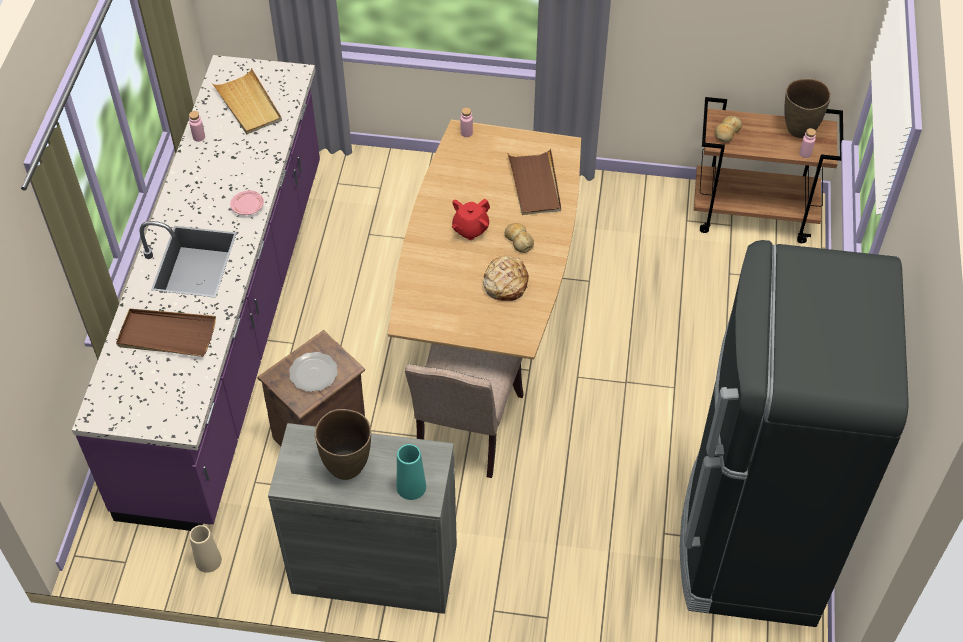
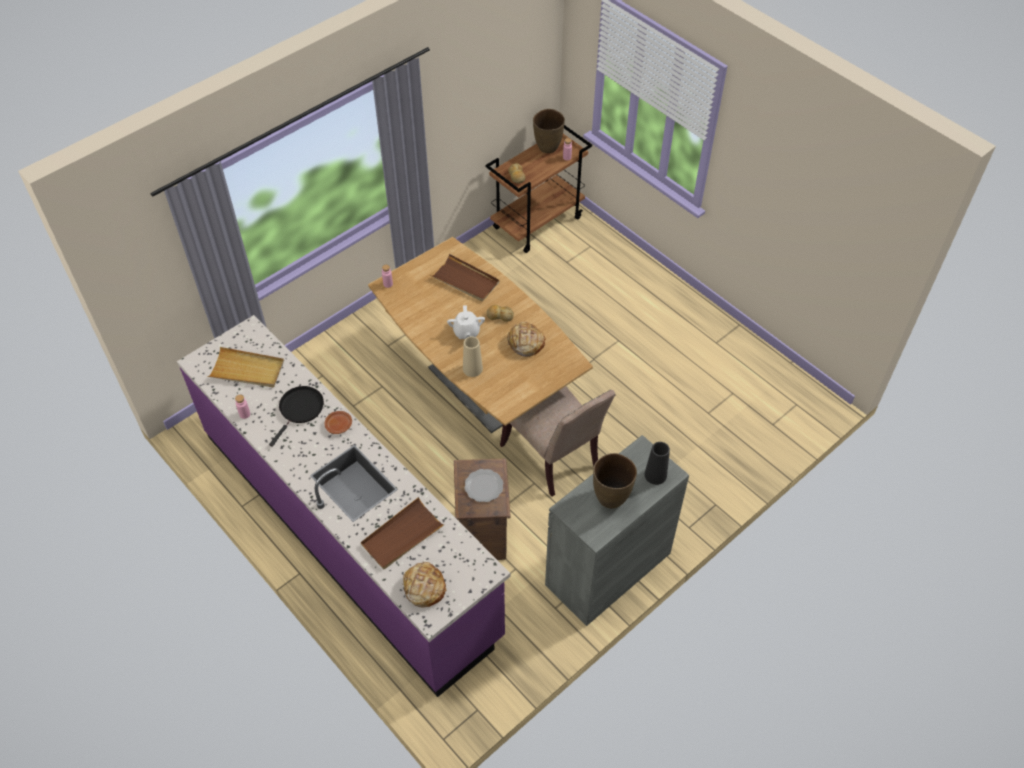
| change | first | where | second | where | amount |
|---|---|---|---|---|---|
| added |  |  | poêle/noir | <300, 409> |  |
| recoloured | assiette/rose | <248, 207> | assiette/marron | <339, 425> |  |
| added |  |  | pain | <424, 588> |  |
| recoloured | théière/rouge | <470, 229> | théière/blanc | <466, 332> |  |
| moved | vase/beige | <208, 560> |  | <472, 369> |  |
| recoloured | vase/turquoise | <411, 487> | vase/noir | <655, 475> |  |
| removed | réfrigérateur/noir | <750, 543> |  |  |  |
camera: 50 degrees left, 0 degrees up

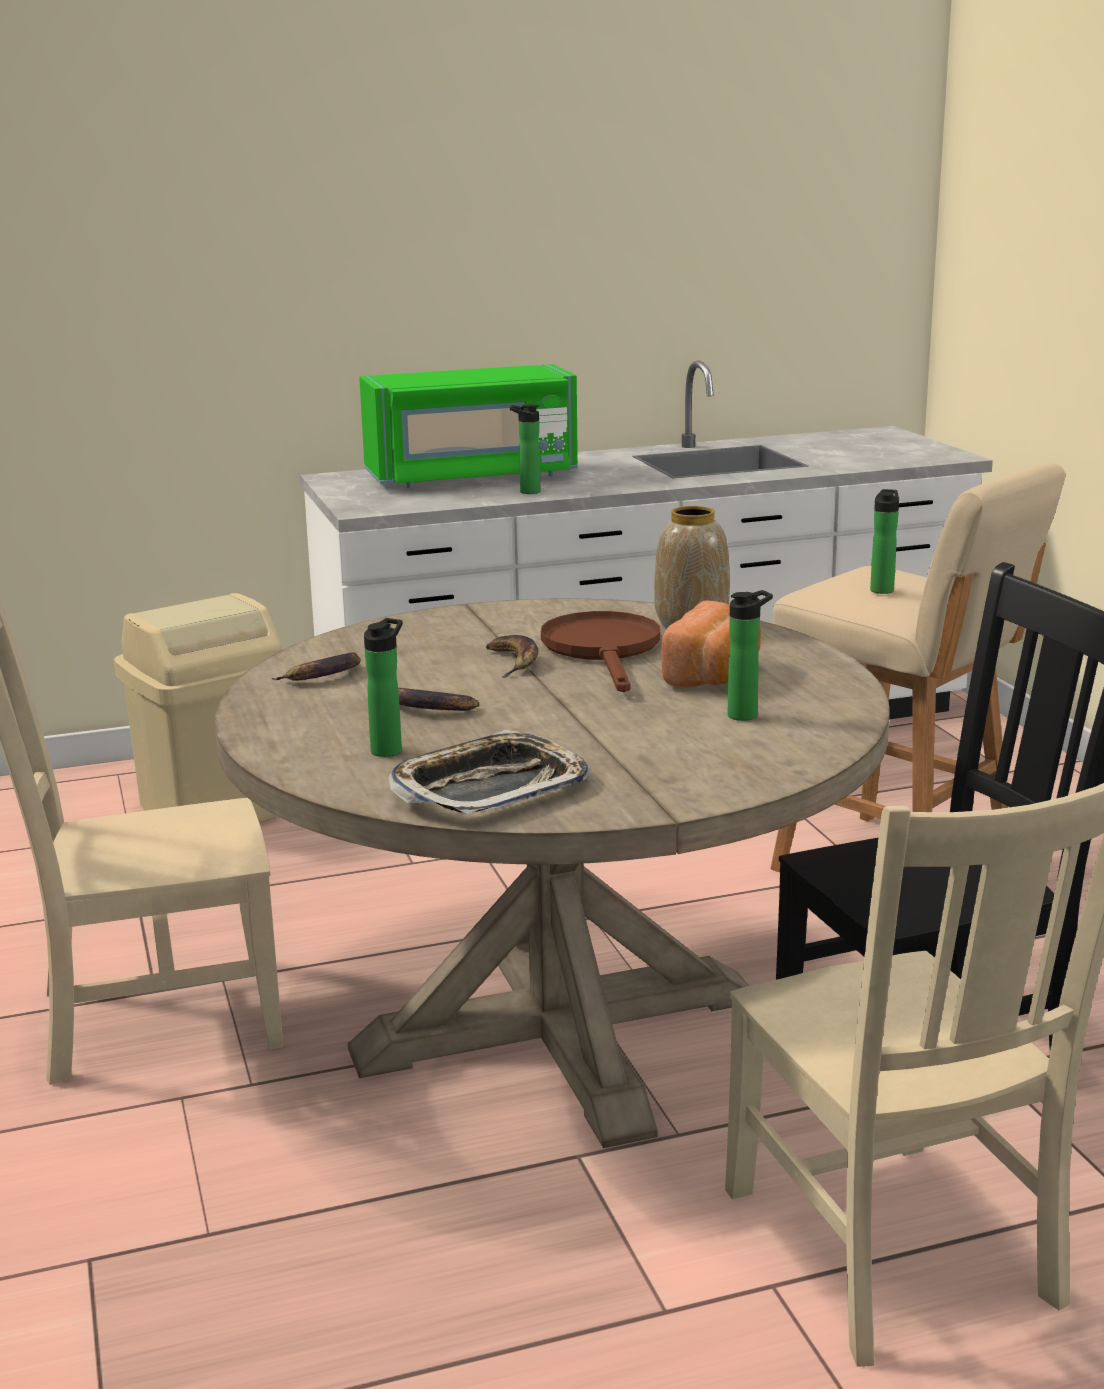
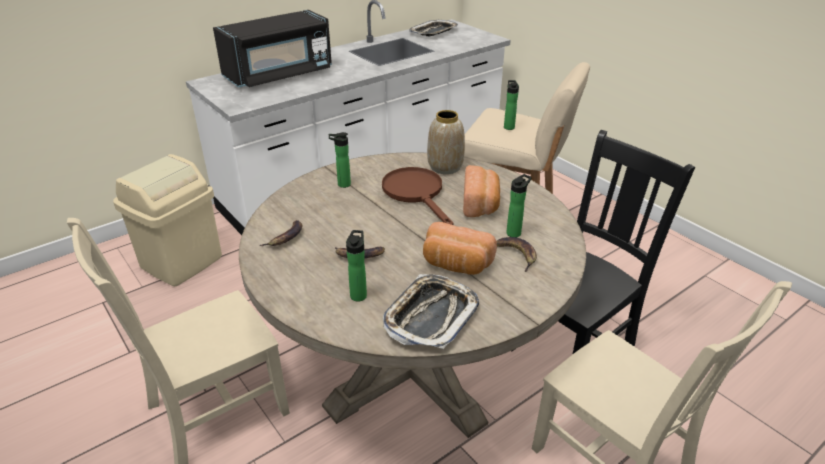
| change | first | where | second | where | amount |
|---|---|---|---|---|---|
| recoloured | micro-ondes/vert | <472, 477> | micro-ondes/noir | <279, 75> |  |
| moved | bouteille | <526, 492> |  | <342, 184> |  |
| added |  |  | plateau | <434, 32> |  |
| added |  |  | pain | <456, 265> |  |
| moved | banane | <513, 662> |  | <516, 255> |  |
camera: 20 degrees left, 15 degrees up

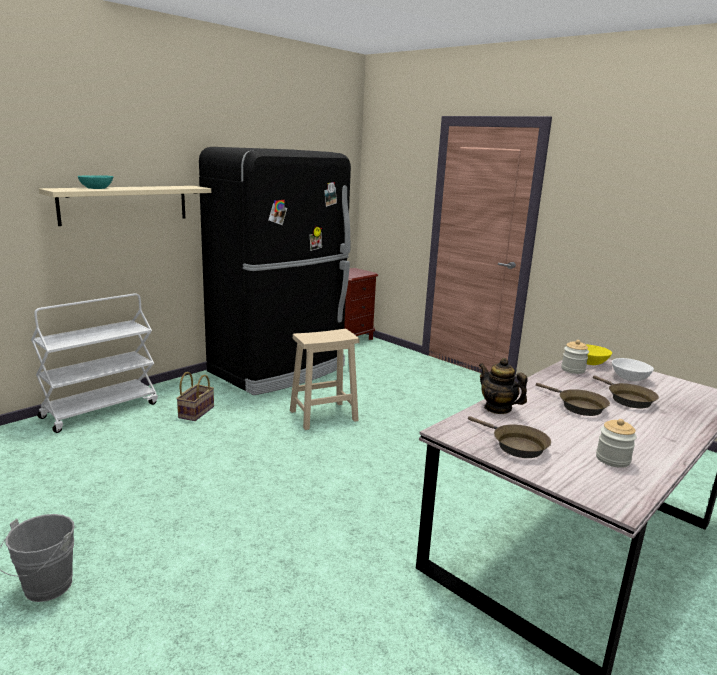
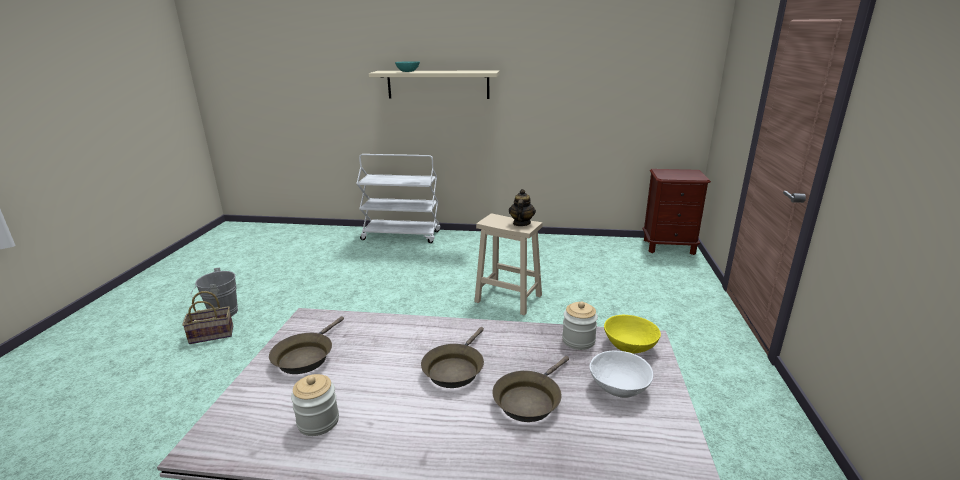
| change | first | where | second | where | amount |
|---|---|---|---|---|---|
| moved | panier | <196, 411> |  | <213, 334> |  |
| moved | théière | <498, 408> |  | <521, 223> |  |
| removed | réfrigérateur/noir | <279, 369> |  |  |  |
camera: 55 degrees right, 5 degrees up

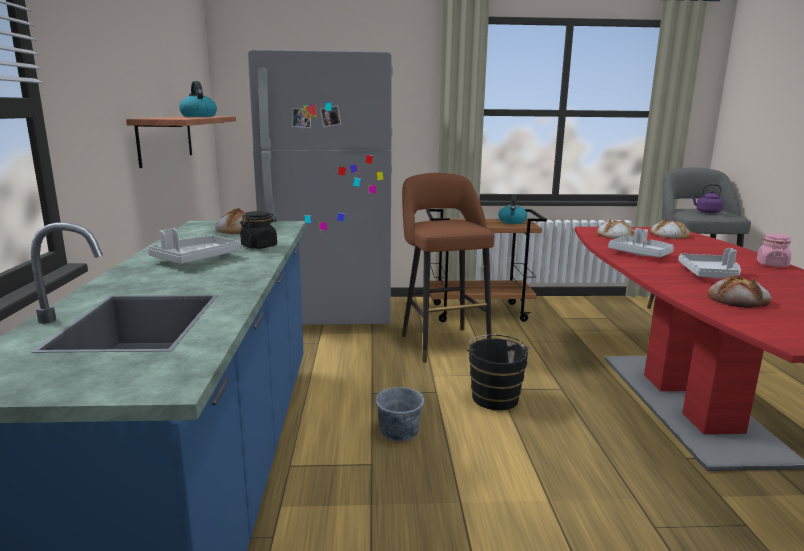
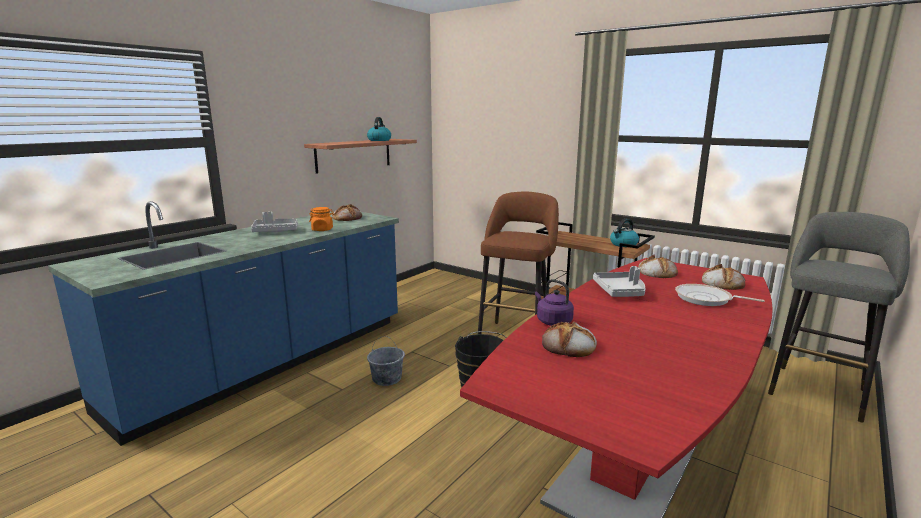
| change | first | where | second | where | amount |
|---|---|---|---|---|---|
| recoloured | bocal/noir | <259, 246> | bocal/orange | <322, 229> |  |
| moved | bouilloire/violet | <706, 212> |  | <552, 321> |  |
| added |  |  | poêle | <706, 299> |  |
| removed | réfrigérateur/gris | <331, 313> |  |  |  |
| removed | plateau/gris | <710, 275> |  |  |  |
| removed | bocal/rose | <772, 264> |  |  |  |
camera: 40 degrees right, 0 degrees up

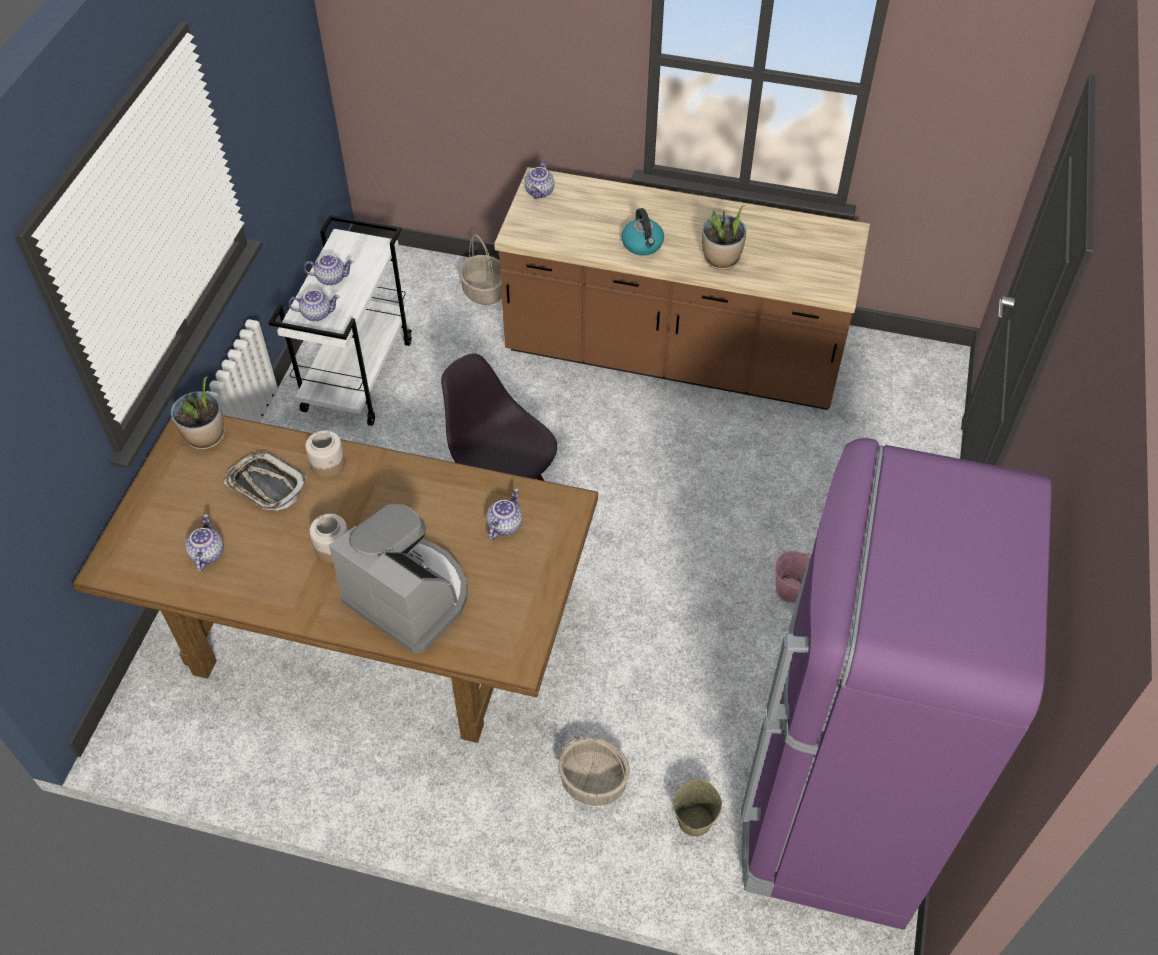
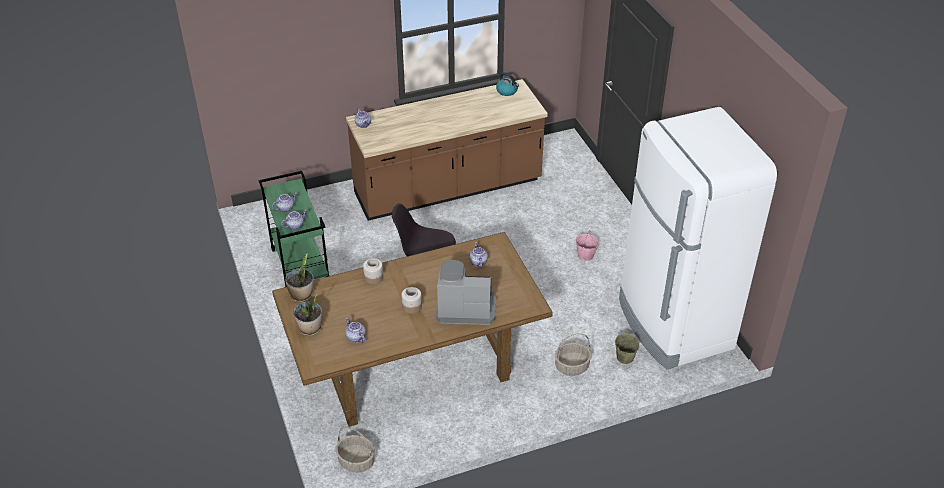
| change | first | where | second | where | amount |
|---|---|---|---|---|---|
| recoloured | chariot/blanc | <357, 375> | chariot/vert | <299, 266> |  |
| moved | plante en pot | <721, 260> |  | <310, 328> |  |
| moved | panier | <484, 291> |  | <356, 461> |  |
| moved | bouilloire | <643, 245> |  | <507, 91> |  |
| recoloured | réfrigérateur/violet | <832, 811> | réfrigérateur/blanc | <673, 325> |  |
| removed | plateau | <266, 485> |  |  |  |
camera: 35 degrees left, 10 degrees down

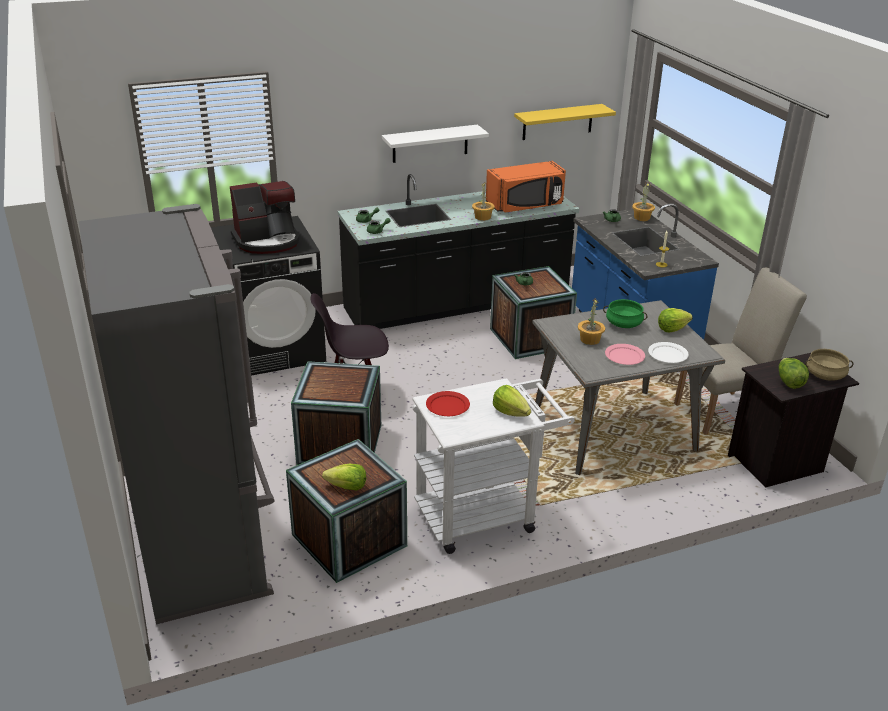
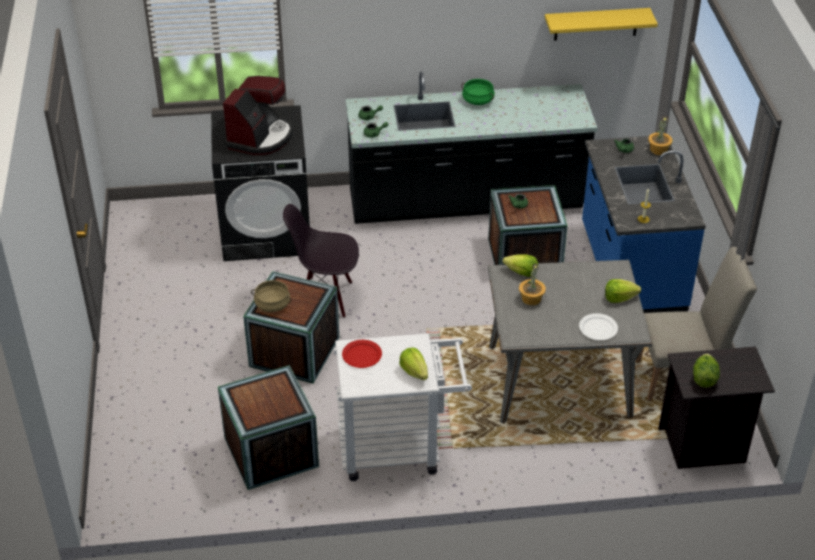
| change | first | where | second | where | amount |
|---|---|---|---|---|---|
| turned | machine à café | <267, 241> |  | <260, 137> | 60 degrees counterclockwise |
| moved | marmite/beige | <825, 375> |  | <272, 305> |  |
| moved | marmite/vert | <623, 324> |  | <477, 100> |  |
| moved | laitue | <347, 487> |  | <521, 272> |  |
| removed | réfrigérateur/gris | <205, 547> |  |  |  |
| removed | étagère/blanc | <430, 143> |  |  |  |
| removed | plante en pot | <483, 217> |  |  |  |
| removed | micro-ondes/orange | <525, 205> |  |  |  |
| removed | assiette/rose | <624, 356> |  |  |  |
camera: 15 degrees right, 10 degrees up

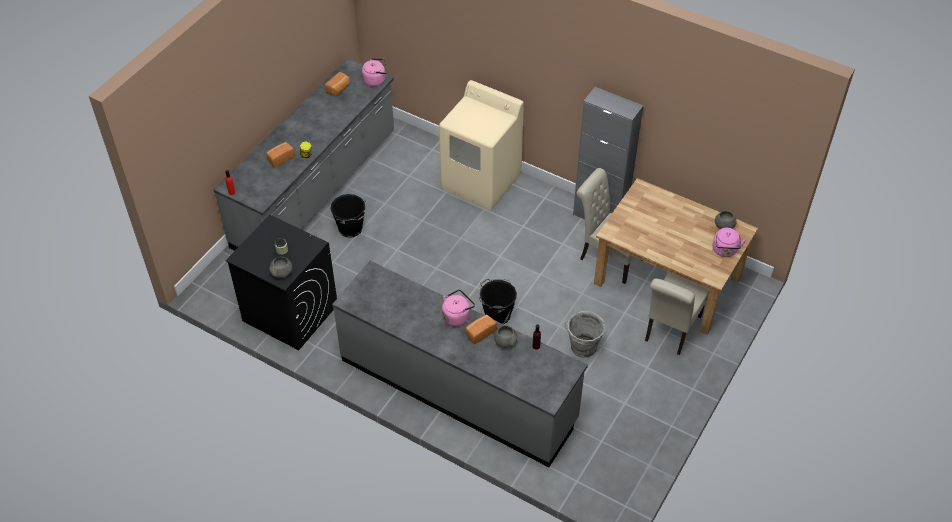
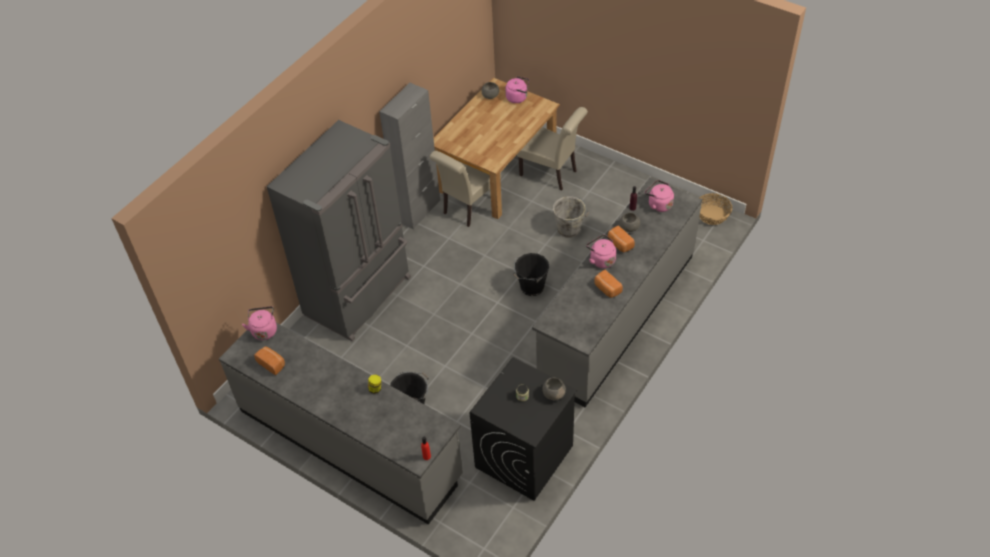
| change | first | where | second | where | amount |
|---|---|---|---|---|---|
| replaced | lave-linge/beige | <481, 182> | réfrigérateur/gris | <360, 296> |  |
| moved | pain | <280, 158> |  | <607, 289> |  |
| added |  |  | bouilloire/rose | <658, 204> |  |
| added |  |  | panier | <712, 215> |  |
camera: 85 degrees left, 0 degrees up

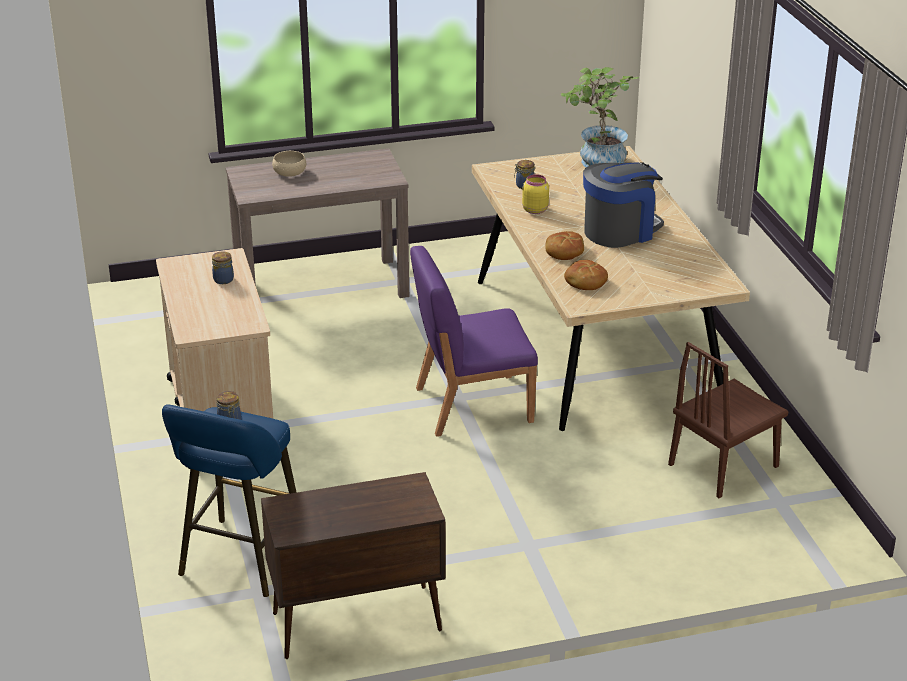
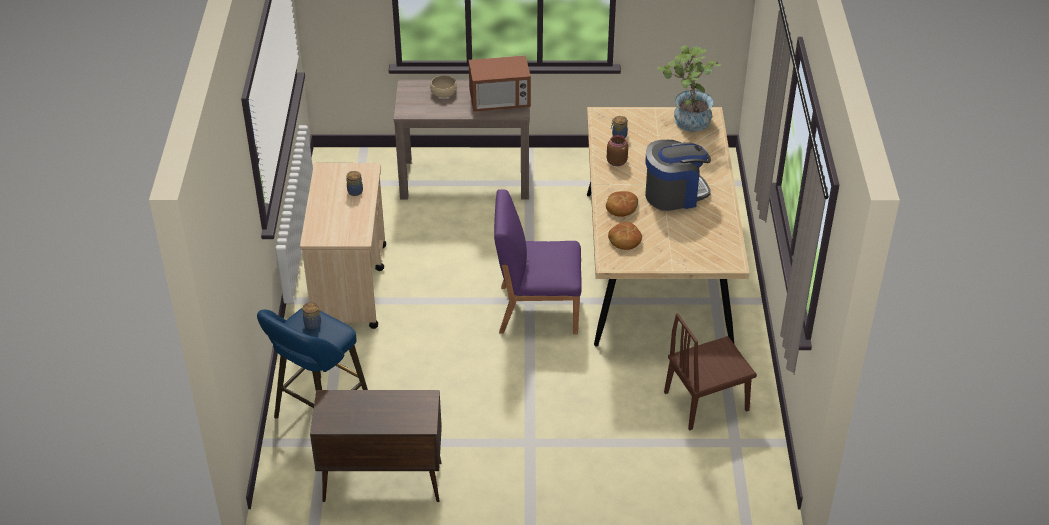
| change | first | where | second | where | amount |
|---|---|---|---|---|---|
| added |  |  | micro-ondes | <499, 101> |  |
| recoloured | bocal/jaune | <534, 210> | bocal/marron | <616, 161> |  |
camera: 15 degrees right, 10 degrees up

